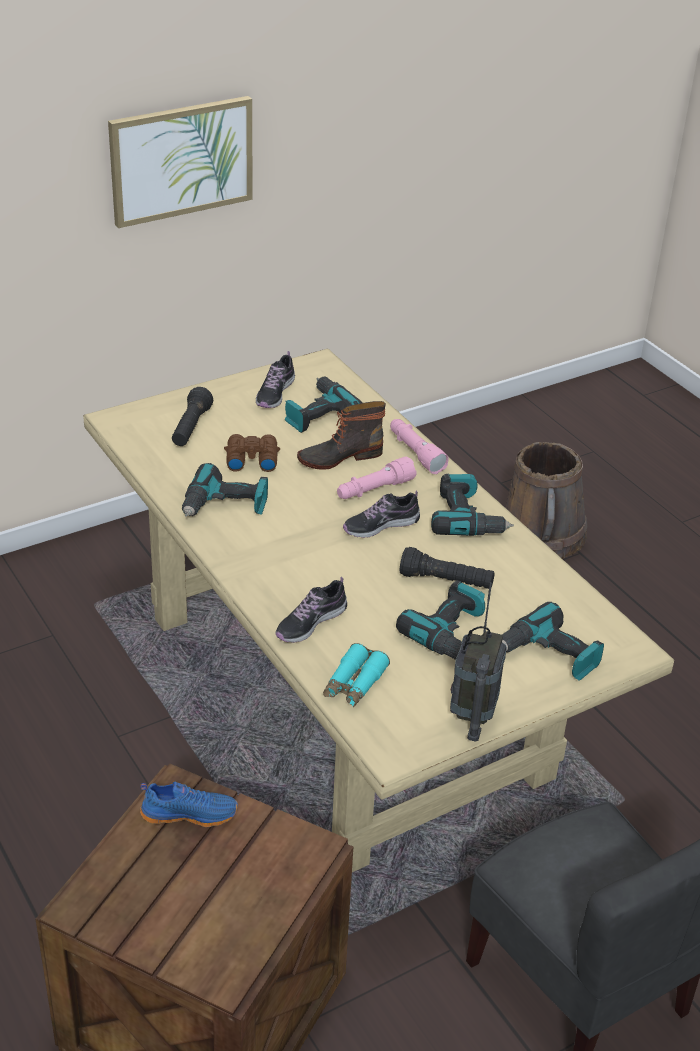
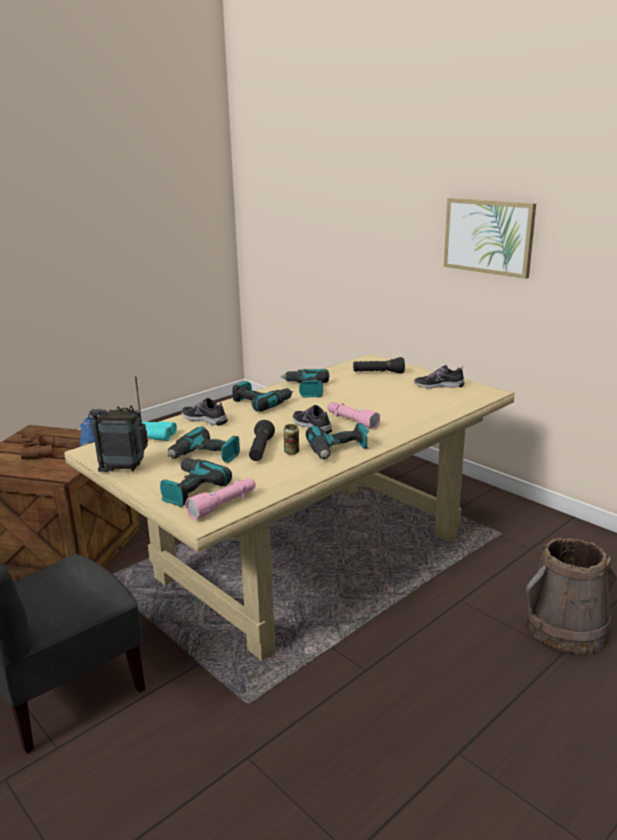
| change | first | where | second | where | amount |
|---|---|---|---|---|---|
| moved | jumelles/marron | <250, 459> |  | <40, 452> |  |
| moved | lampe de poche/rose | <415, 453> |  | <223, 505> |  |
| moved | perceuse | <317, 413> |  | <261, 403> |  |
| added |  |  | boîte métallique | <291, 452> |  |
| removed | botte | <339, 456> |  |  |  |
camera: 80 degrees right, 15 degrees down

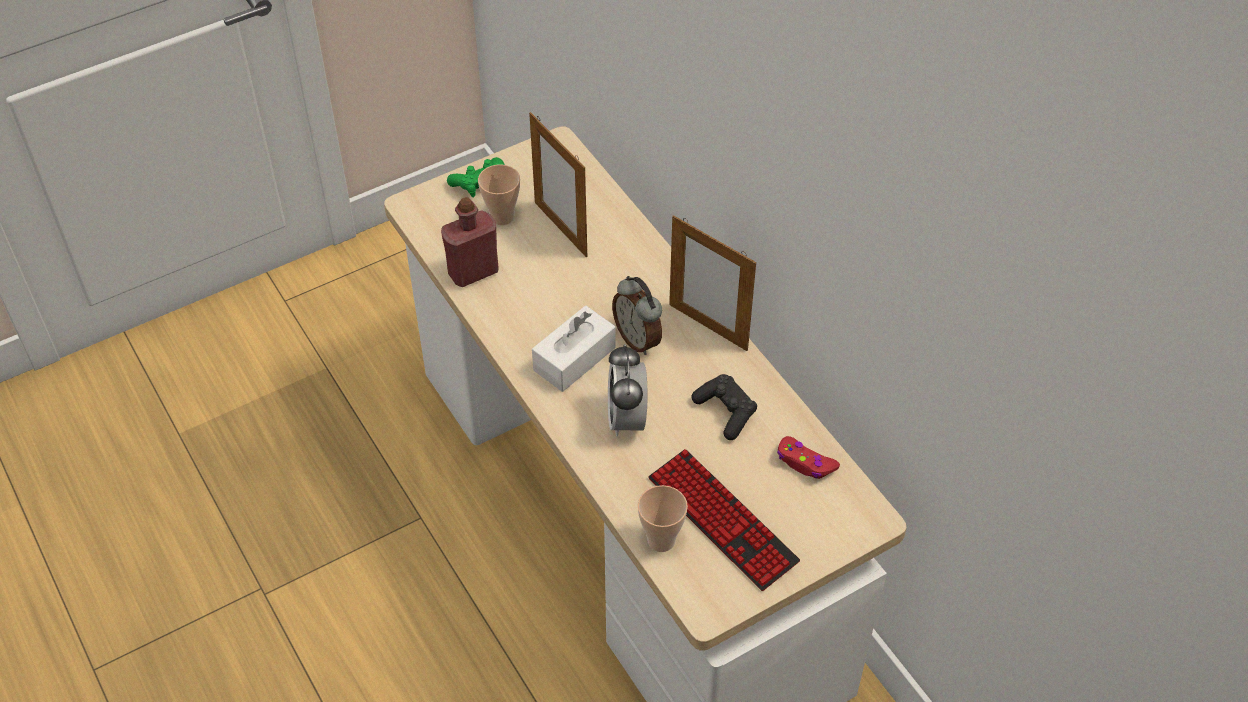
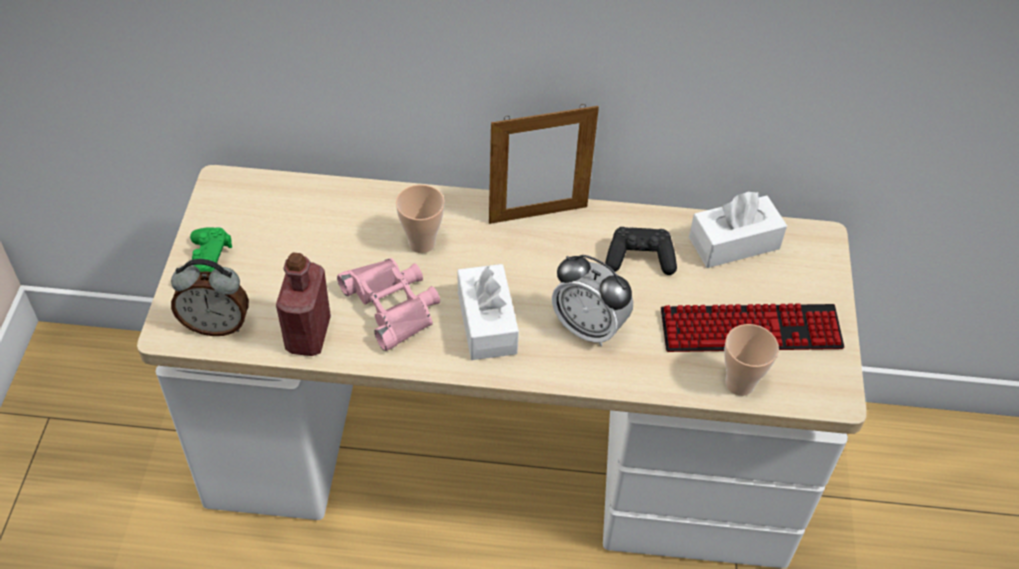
| change | first | where | second | where | amount |
|---|---|---|---|---|---|
| moved | réveil | <638, 339> |  | <216, 324> |  |
| added |  |  | jumelles/rose | <393, 305> |  |
| moved | tasse | <502, 217> |  | <421, 243> |  |
| replaced | manette/rouge | <805, 463> | boîte à mouchoirs/blanc | <734, 243> |  |
| removed | cadre photo | <560, 229> |  |  |  |
camera: 55 degrees left, 0 degrees up

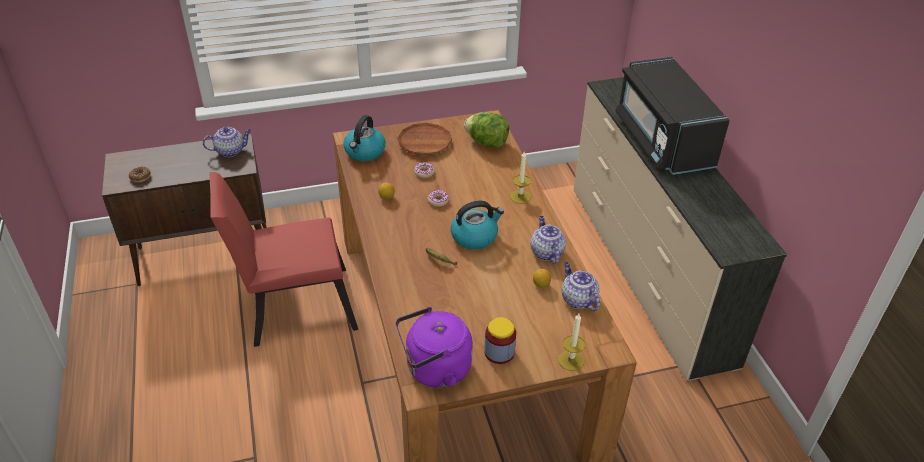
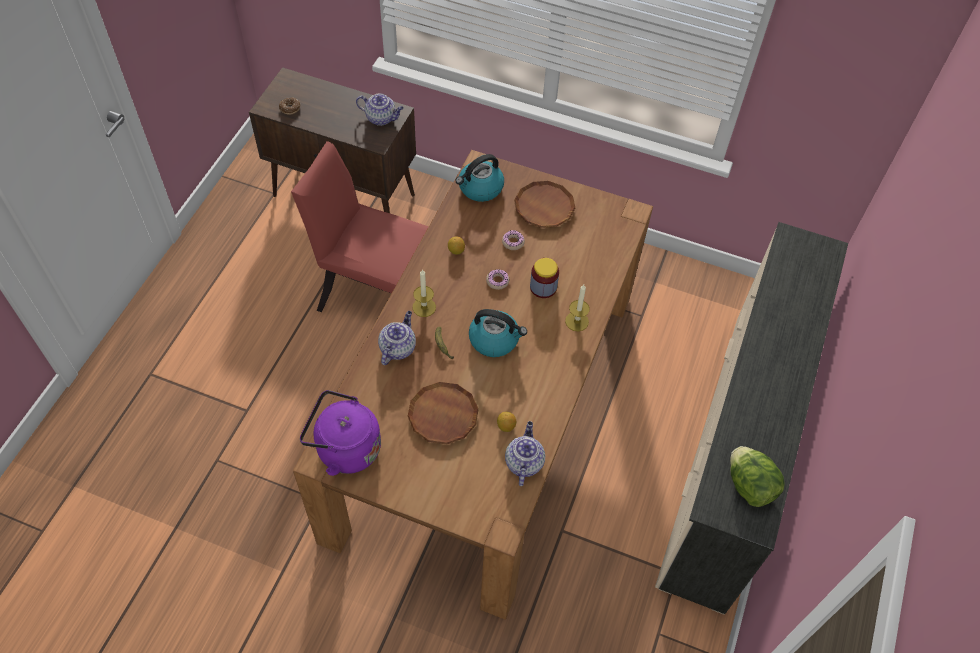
| change | first | where | second | where | amount |
|---|---|---|---|---|---|
| moved | théière | <546, 252> |  | <397, 348> |  |
| added |  |  | assiette/marron | <443, 415> |  |
| moved | bougie | <571, 360> |  | <424, 307> |  |
| moved | bocal | <499, 352> |  | <543, 287> |  |
| moved | laitue | <487, 142> |  | <749, 486> |  |
| removed | micro-ondes/noir | <662, 140> |  |  |  |
camera: 35 degrees right, 15 degrees up

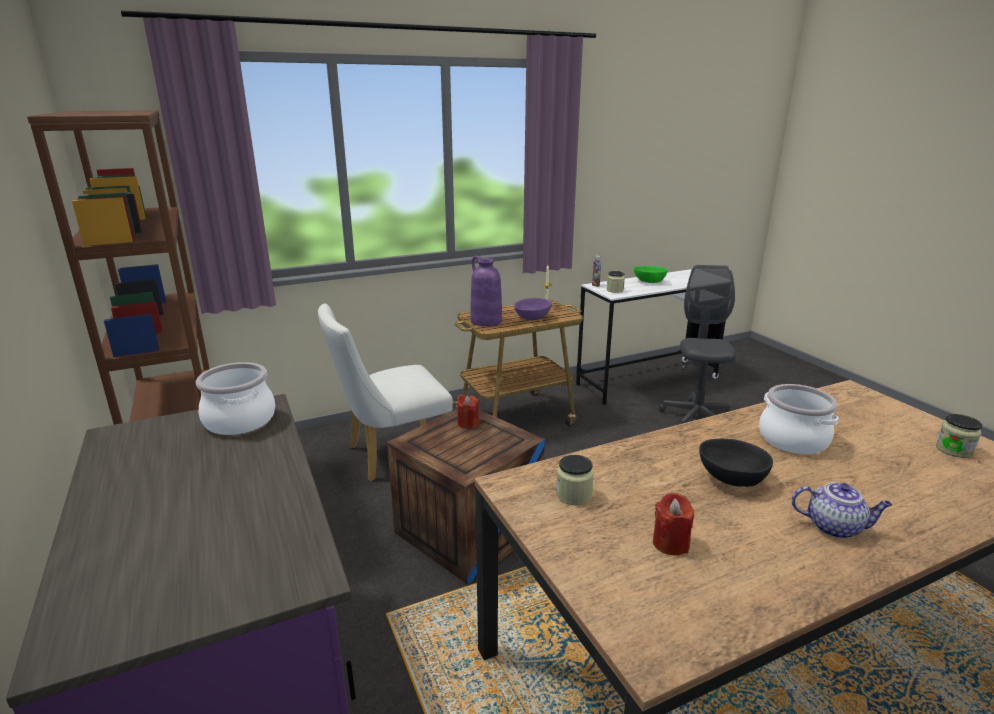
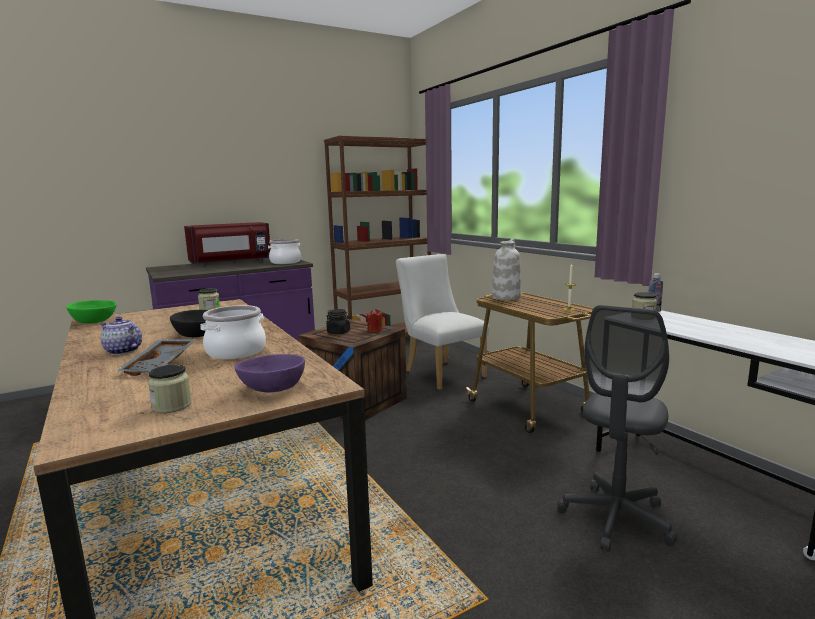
| change | first | where | second | where | amount |
|---|---|---|---|---|---|
| moved | bol/vert | <649, 282> |  | <93, 321> |  |
| turned | théière | <835, 527> |  | <122, 351> | 105 degrees clockwise |
| added |  |  | plateau/gris | <161, 364> |  |
| added |  |  | micro-ondes/rouge | <231, 262> |  |
| moved | bol/violet | <533, 318> |  | <273, 389> |  |
| added |  |  | bocal/noir | <338, 332> |  |
| recoloured | vase/violet | <485, 321> | vase/blanc | <506, 297> |  |
| turned | chaise de bureau/gris | <696, 417> |  | <616, 519> | 120 degrees clockwise |
| removed | bougie/rouge | <670, 543> |  |  |  |
camera: 85 degrees right, 10 degrees down

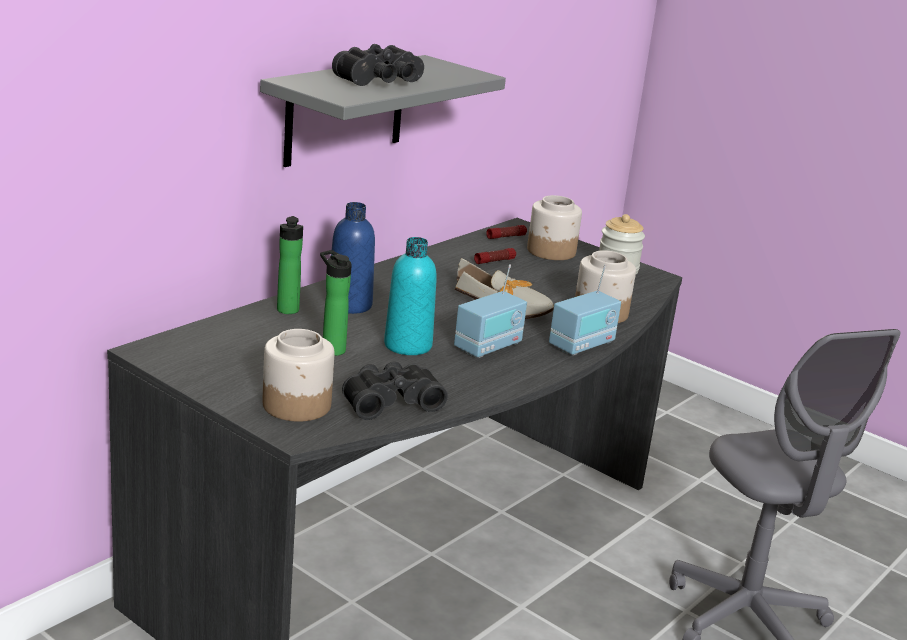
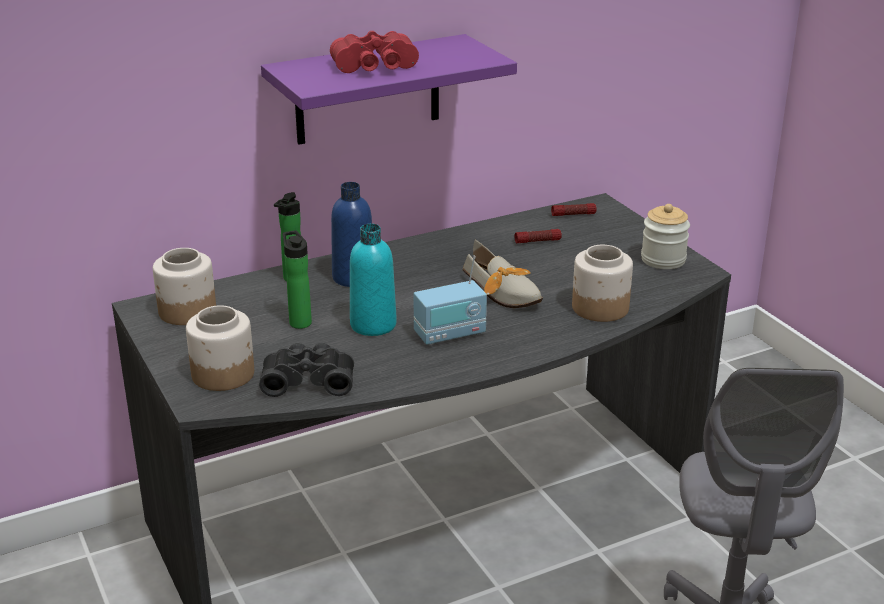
| change | first | where | second | where | amount |
|---|---|---|---|---|---|
| moved | bocal | <551, 251> |  | <187, 311> |  |
| recoloured | étagère/gris | <345, 110> | étagère/violet | <367, 90> |  |
| recoloured | jumelles/noir | <382, 82> | jumelles/rouge | <376, 68> |  |
| removed | radio | <582, 345> |  |  |  |
camera: 25 degrees right, 5 degrees up

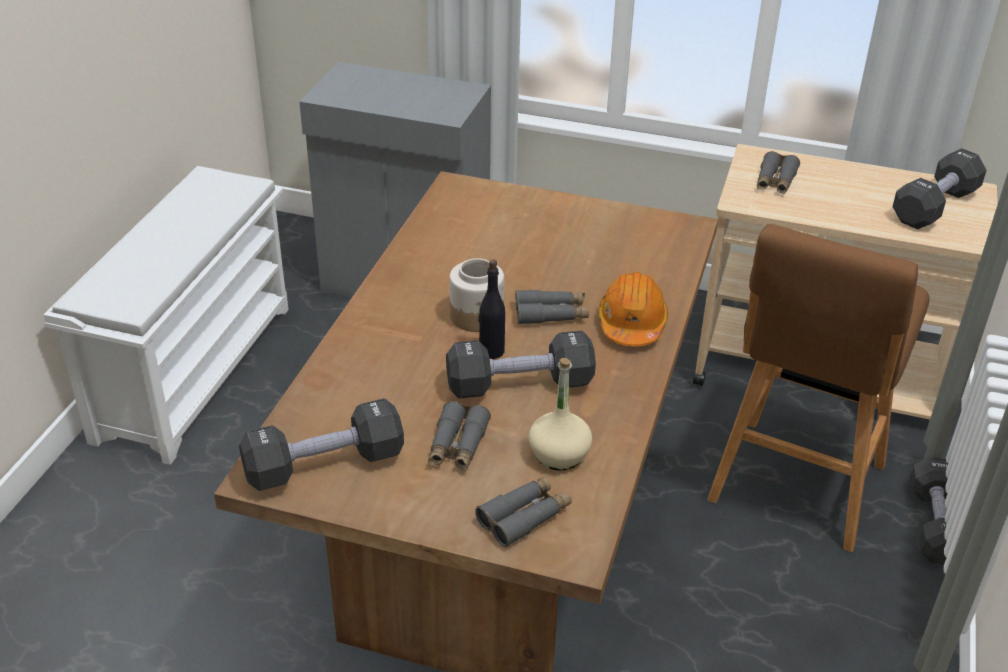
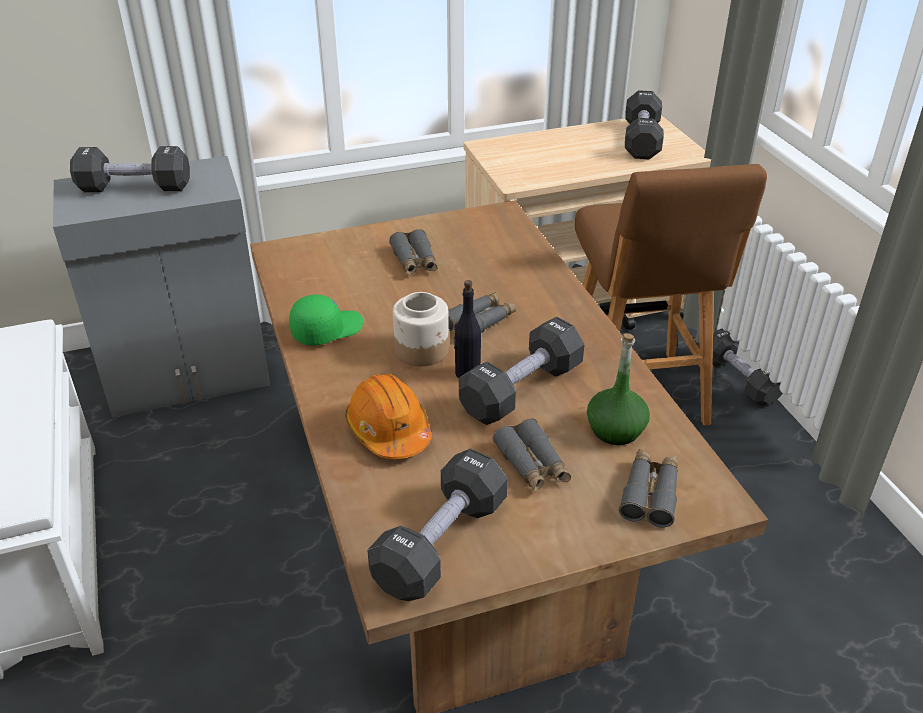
| change | first | where | second | where | amount |
|---|---|---|---|---|---|
| added |  |  | haltère/noir | <135, 187> |  |
| added |  |  | casquette/vert | <326, 329> |  |
| moved | casque de chantier/orange | <631, 324> |  | <388, 430> |  |
| moved | jumelles/gris | <775, 181> |  | <414, 261> |  |
| recoloured | bouteille/beige | <559, 454> | bouteille/vert | <615, 429> |  |
camera: 35 degrees left, 0 degrees up

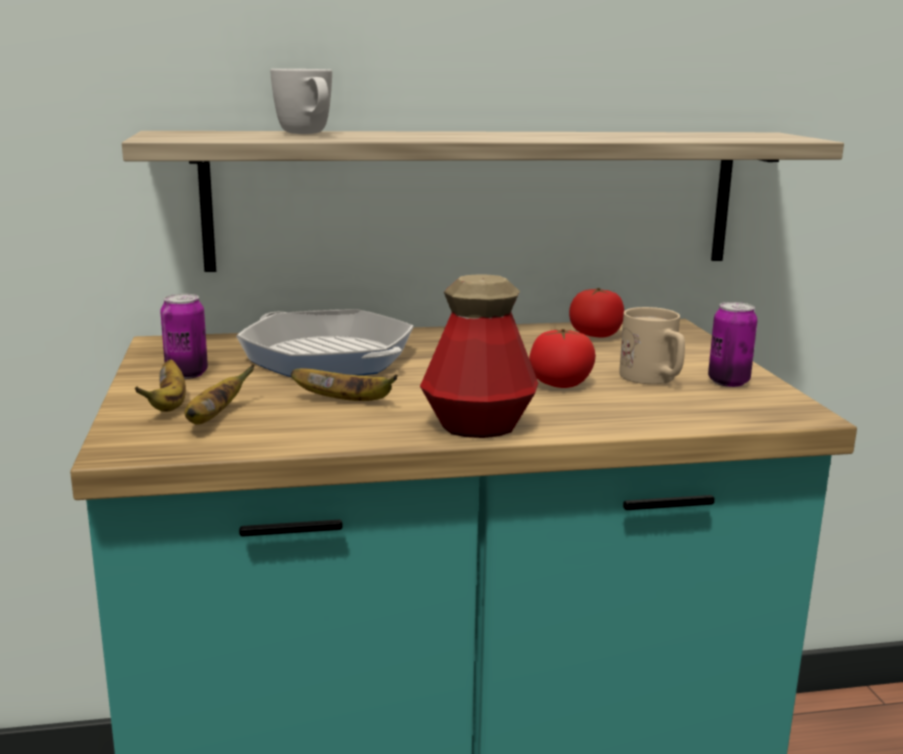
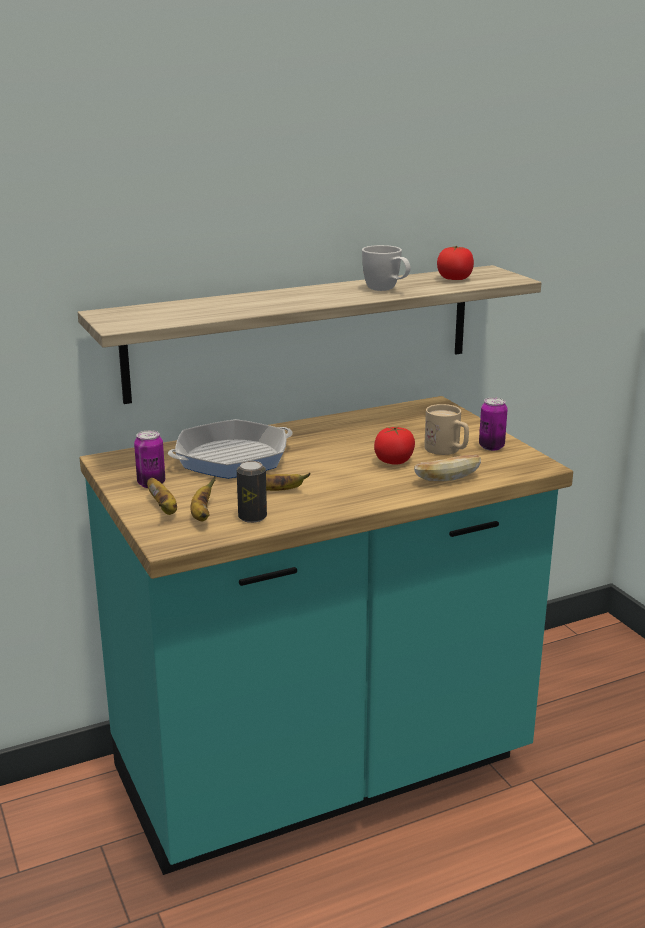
| change | first | where | second | where | amount |
|---|---|---|---|---|---|
| turned | poêle | <327, 357> |  | <232, 458> | 120 degrees clockwise |
| added |  |  | boîte métallique | <252, 517> |  |
| moved | mug/blanc | <308, 134> |  | <386, 290> |  |
| added |  |  | pain | <447, 479> |  |
| moved | tomate | <595, 335> |  | <454, 279> |  |
| removed | bouteille | <478, 426> |  |  |  |
camera: 15 degrees left, 5 degrees up

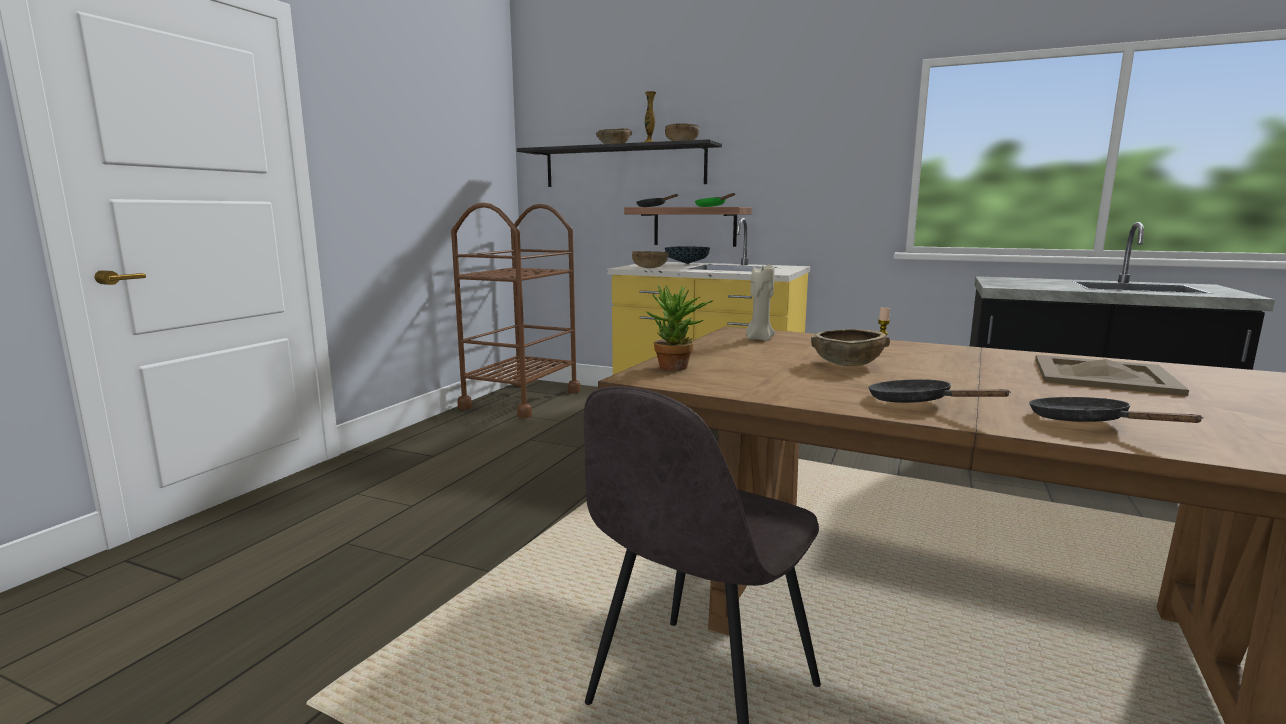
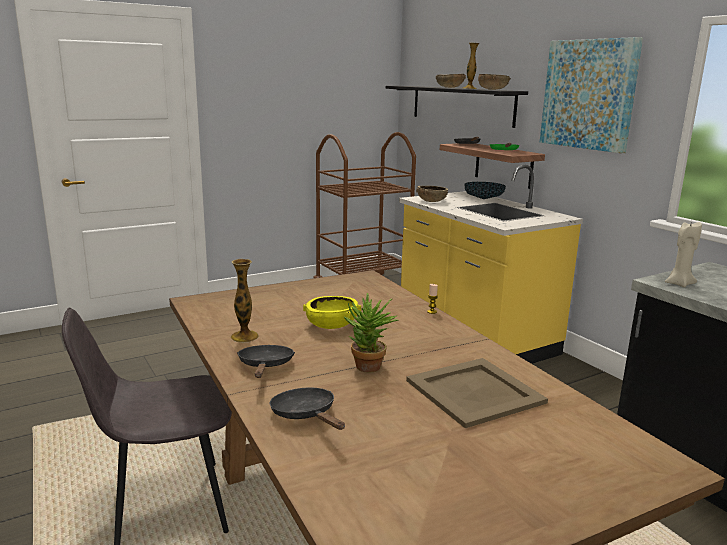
| change | first | where | second | where | amount |
|---|---|---|---|---|---|
| added |  |  | vase | <244, 336> |  |
| turned | poêle/noir | <1086, 423> |  | <306, 415> | 45 degrees counterclockwise |
| recoloured | bol/marron | <848, 364> | bol/jaune | <332, 325> |  |
| moved | plante en pot | <677, 368> |  | <368, 369> |  |
| added |  |  | tableau | <588, 94> |  |
| moved | bougie/beige | <759, 339> |  | <679, 284> |  |
camera: 35 degrees right, 5 degrees up

